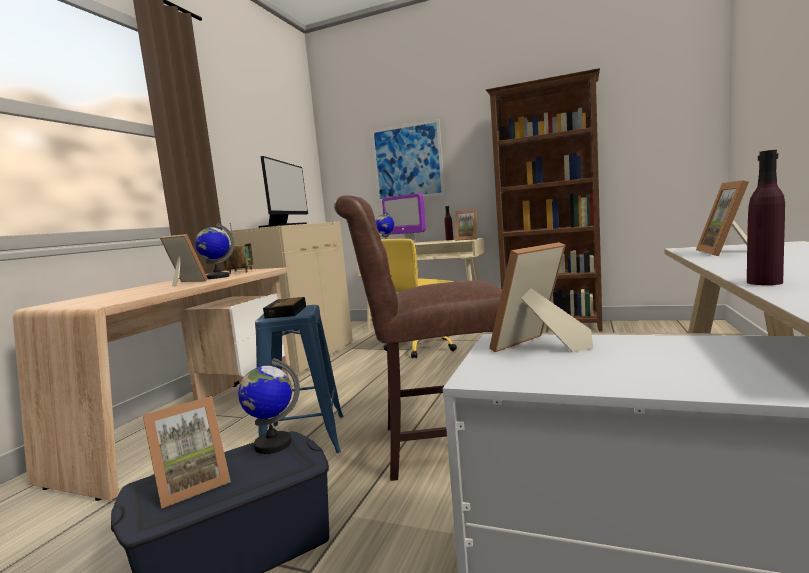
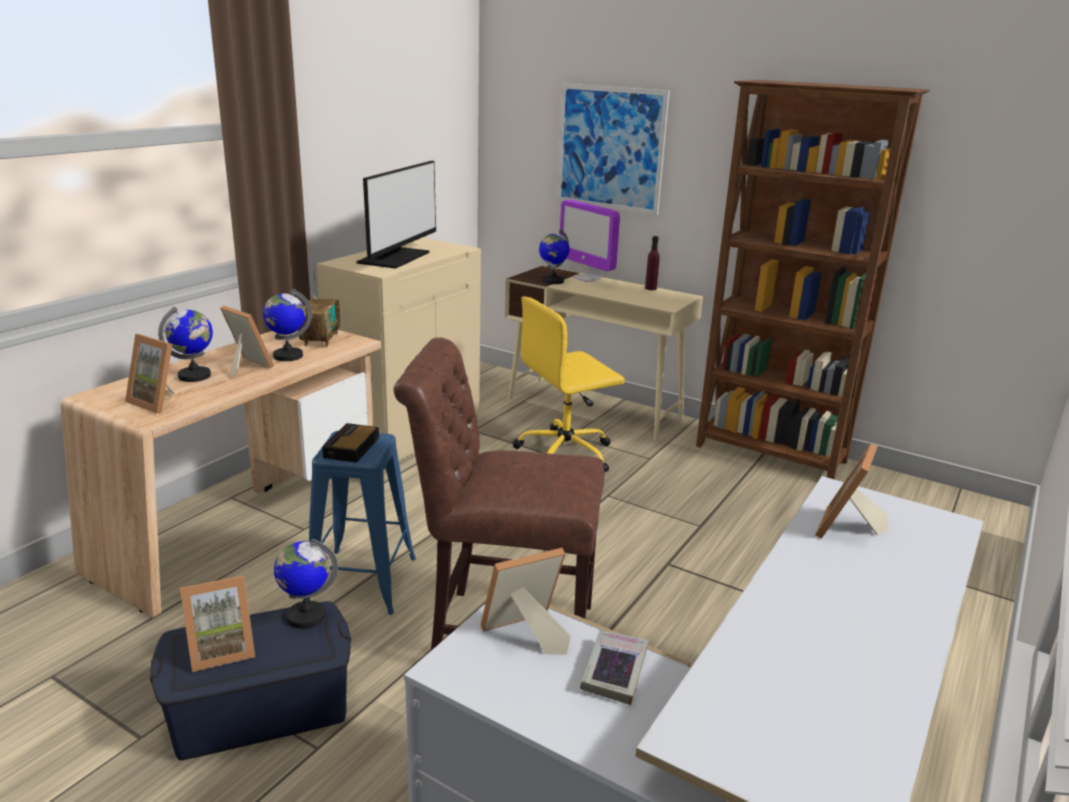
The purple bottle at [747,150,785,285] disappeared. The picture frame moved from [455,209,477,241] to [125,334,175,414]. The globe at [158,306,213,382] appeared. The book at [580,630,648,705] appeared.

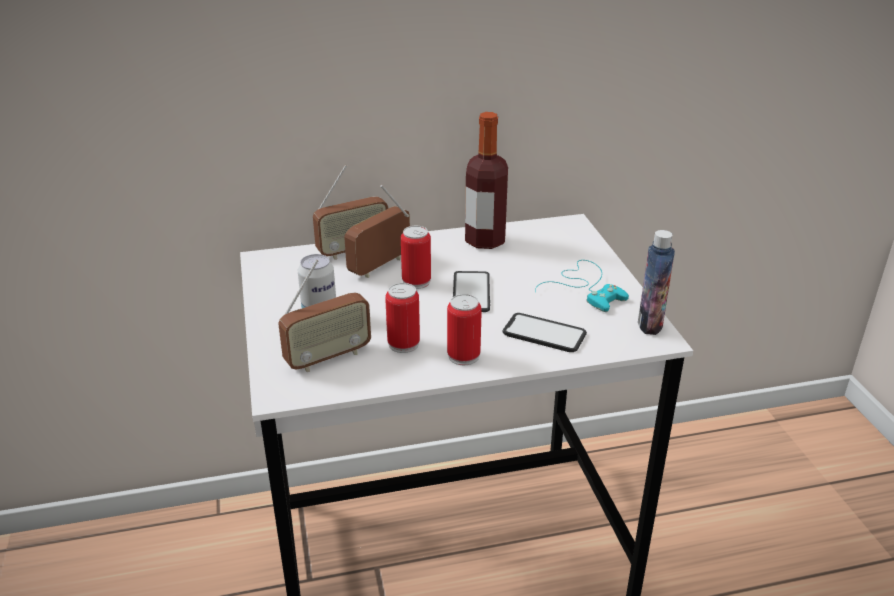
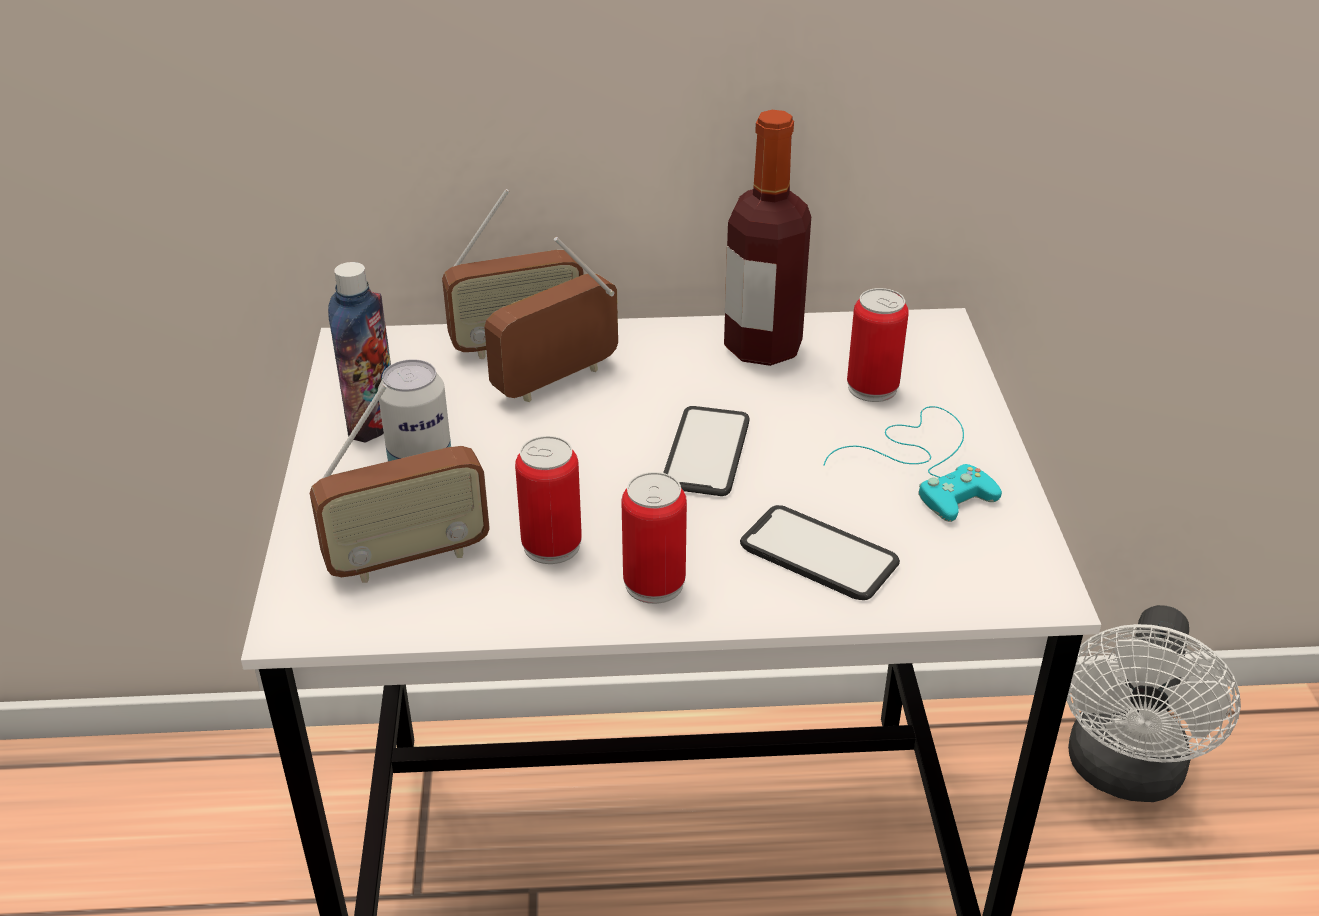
The can moved from [401,226,431,289] to [847,288,909,402]. The bottle moved from [638,230,675,335] to [328,262,391,443]. The white fan at [1066,605,1241,802] appeared.

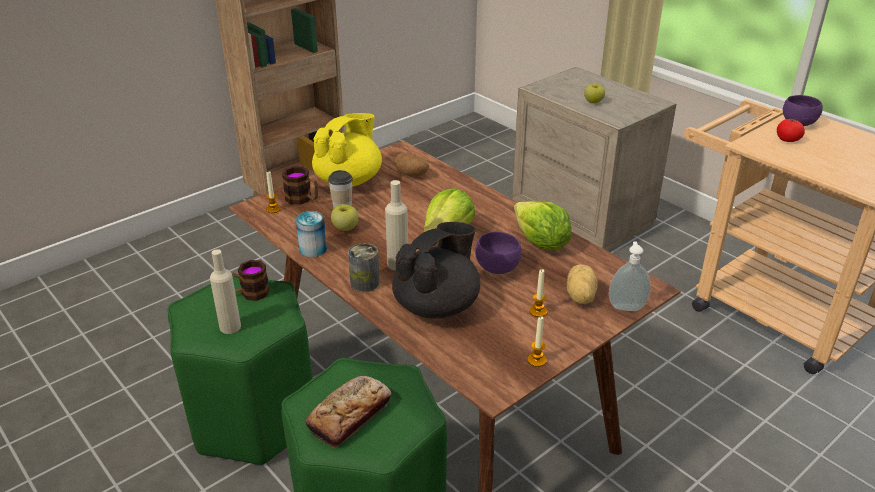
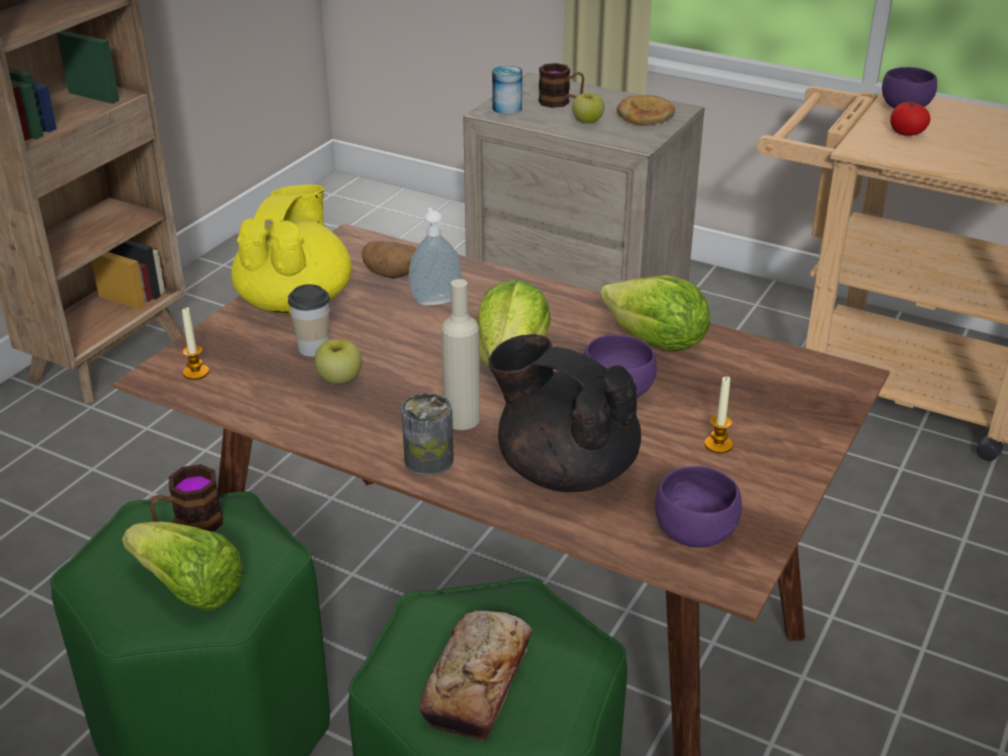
The mug moved from [282,166,318,205] to [538,63,584,108]. The can moved from [296,211,327,257] to [492,65,522,114]. The black teapot at [392,222,480,319] turned 75 degrees counterclockwise. The soap dispenser moved from [609,242,651,311] to [408,208,462,305]. The beige bottle at [210,249,241,334] was replaced by the lettuce at [122,522,244,611]. The potato at [567,265,598,304] disappeared. The candle at [527,316,547,367] disappeared. The bread at [616,95,675,126] appeared. The purple bowl at [655,466,742,548] appeared.

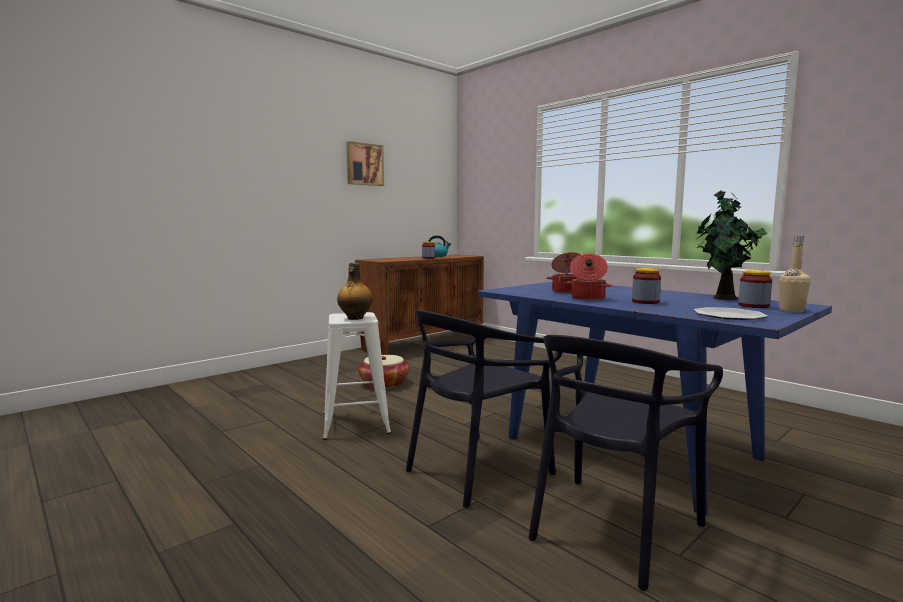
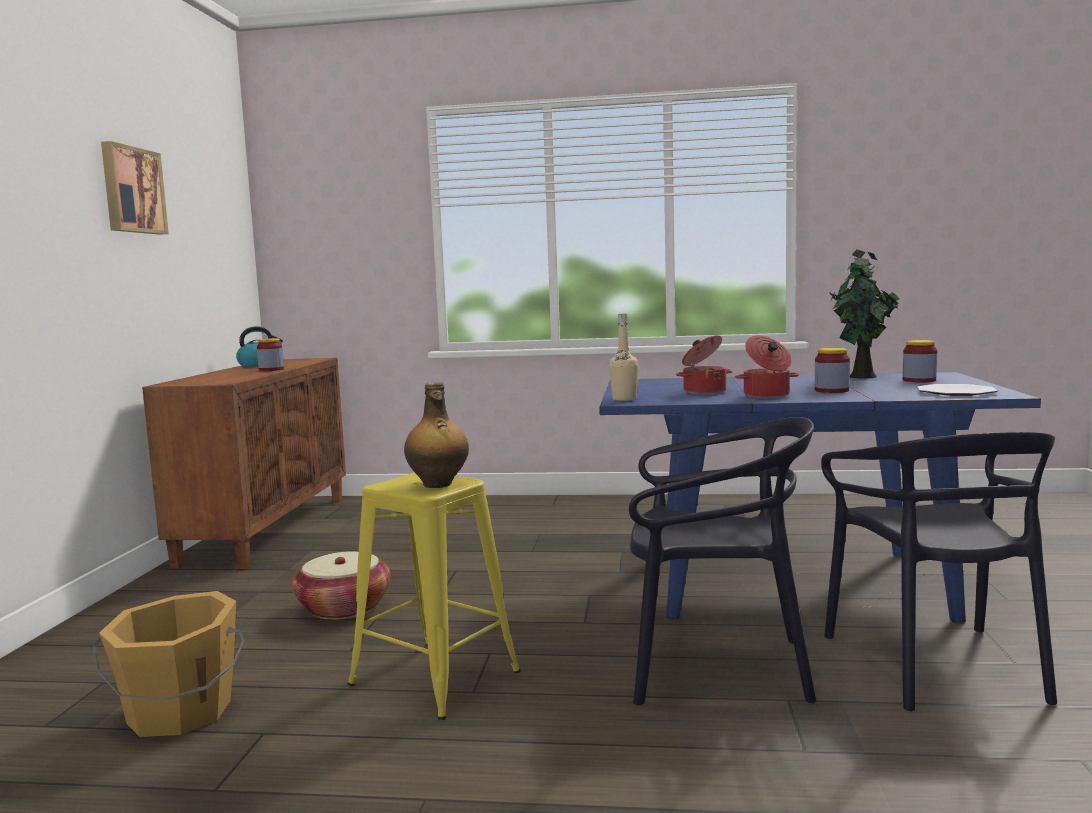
The beige bottle moved from [779,236,810,312] to [609,314,639,401]. The black chair at [406,310,563,508] turned 90 degrees counterclockwise. The white stool at [323,312,391,440] became the yellow stool at [348,472,521,720]. The orange bucket at [93,591,245,737] appeared.

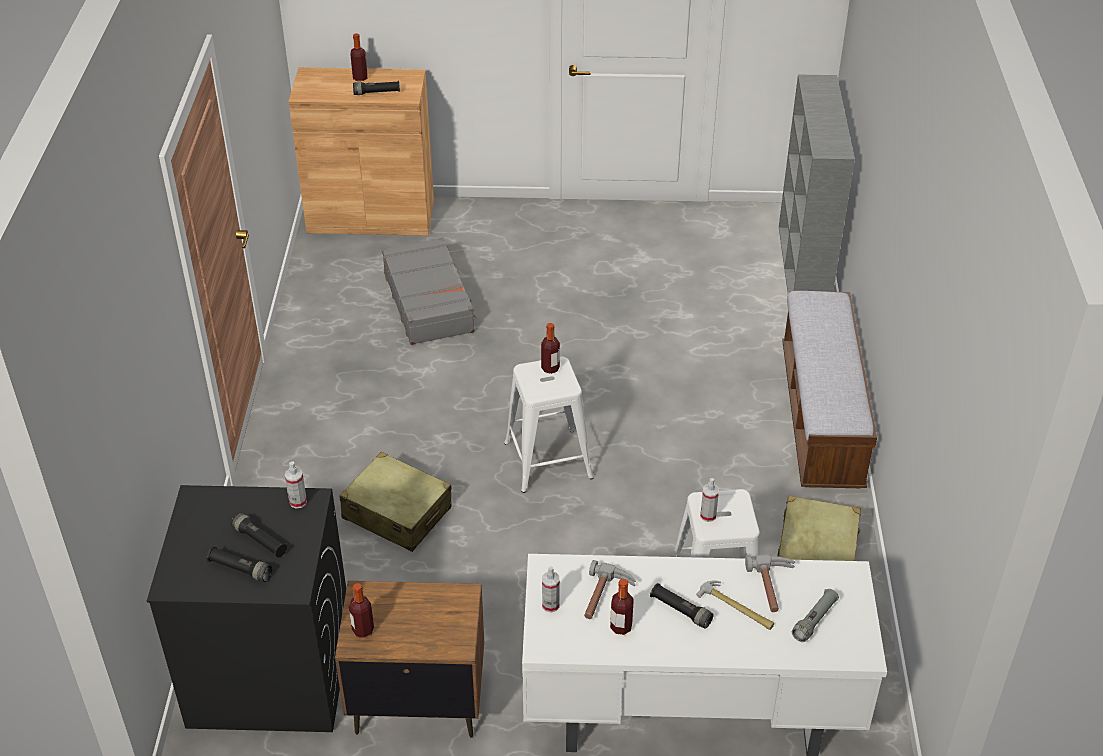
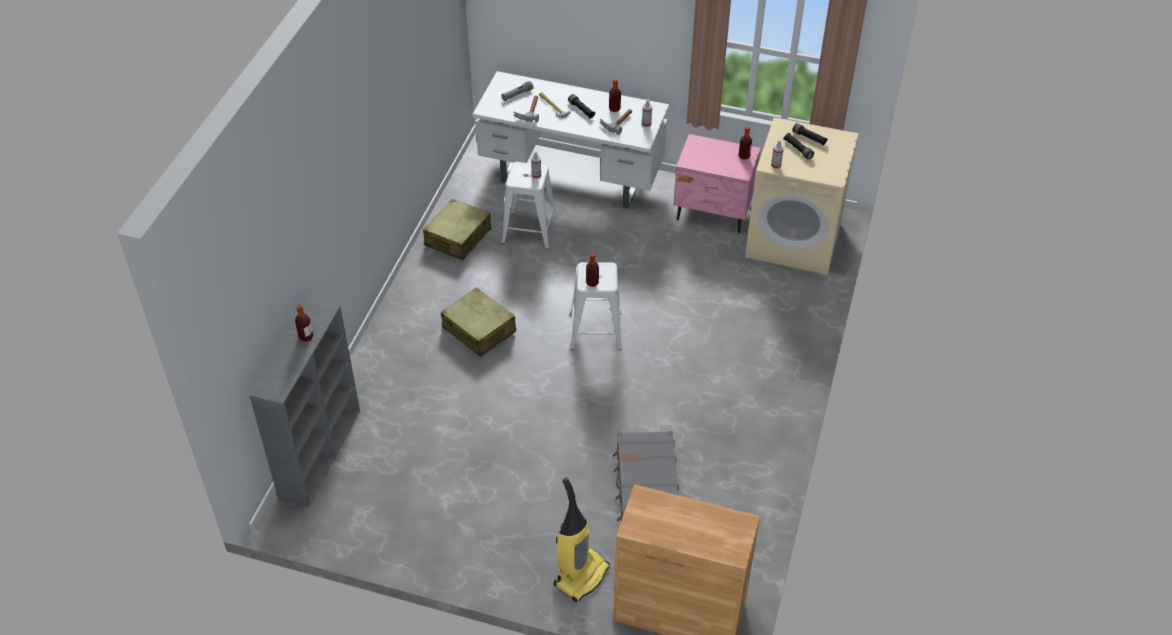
The bottle moved from [351,34,368,81] to [295,305,313,342]. The black flashlight at [353,81,400,95] disappeared. The bench at [782,291,877,488] disappeared. The beige suitcase moved from [340,452,451,552] to [441,287,516,357]. The black washing machine at [147,485,346,732] became the beige washing machine at [745,117,859,275]. The brown nightstand at [335,581,484,738] became the pink nightstand at [673,134,761,233]. The vacuum cleaner at [554,477,610,602] appeared.

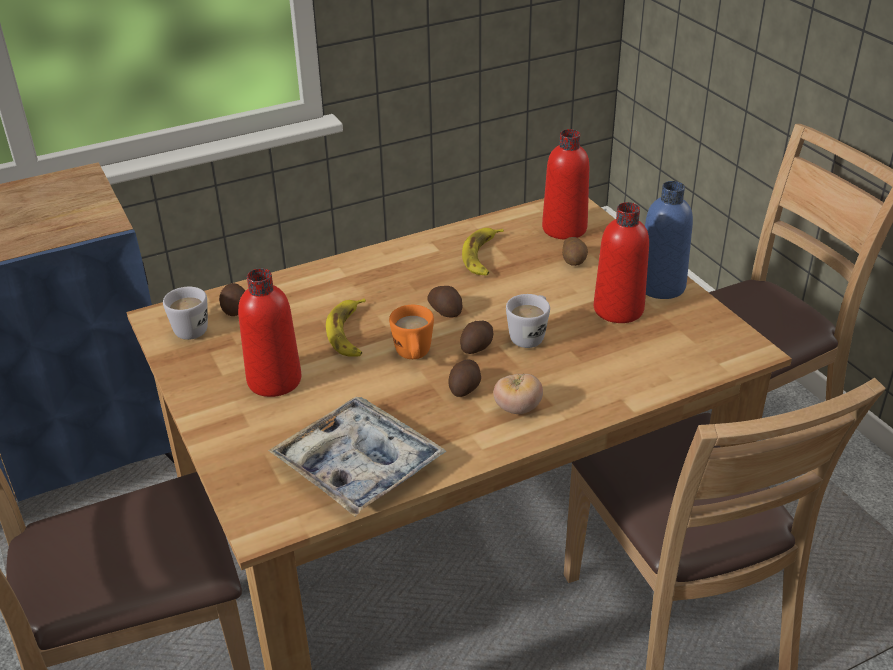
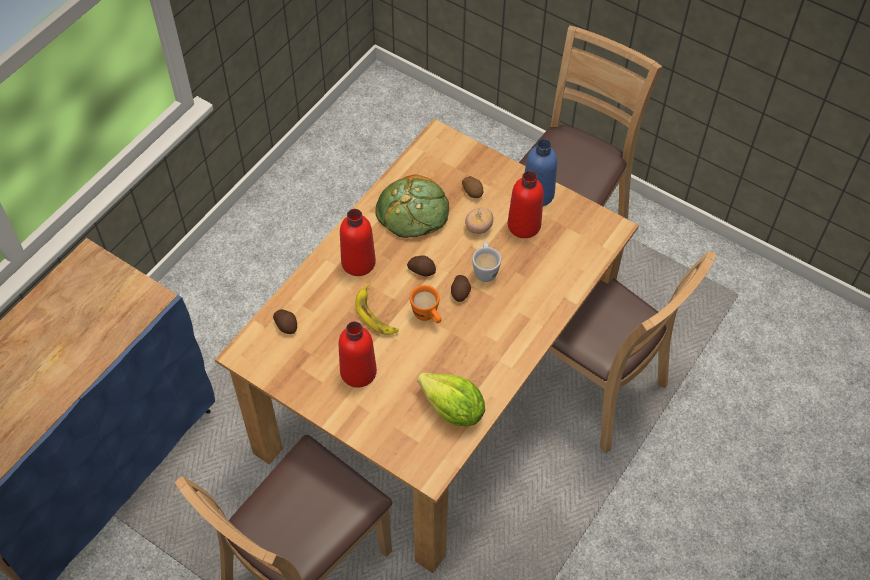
The red bottle moved from [542,129,589,240] to [340,209,376,276]. The banana at [462,228,504,276] was replaced by the bread at [375,174,449,238]. The white mug at [163,287,208,340] disappeared. The potato at [448,360,481,397] disappeared. The tomato moved from [493,373,543,414] to [465,208,493,234]. The tray at [268,397,447,517] was replaced by the lettuce at [417,372,485,426].

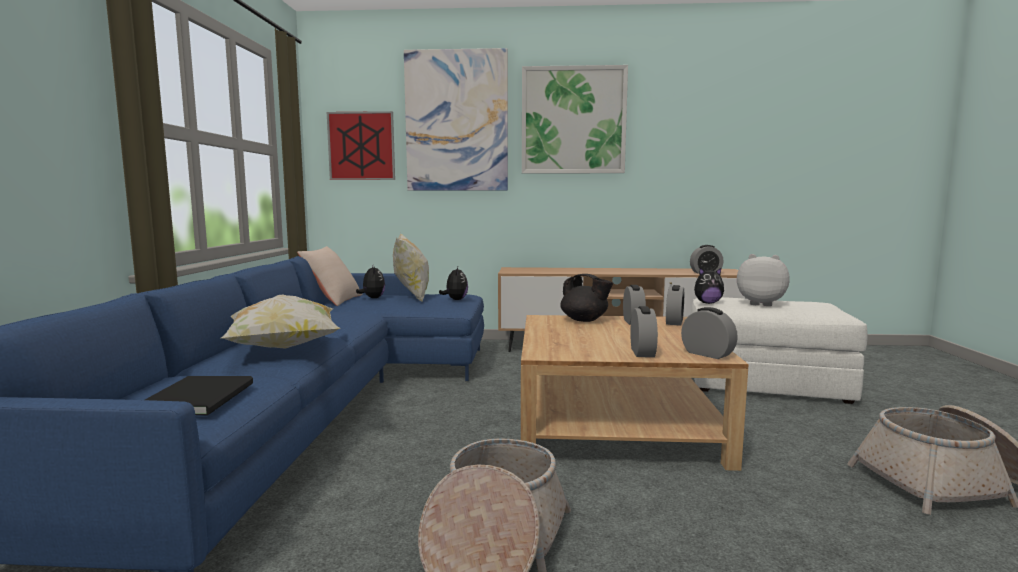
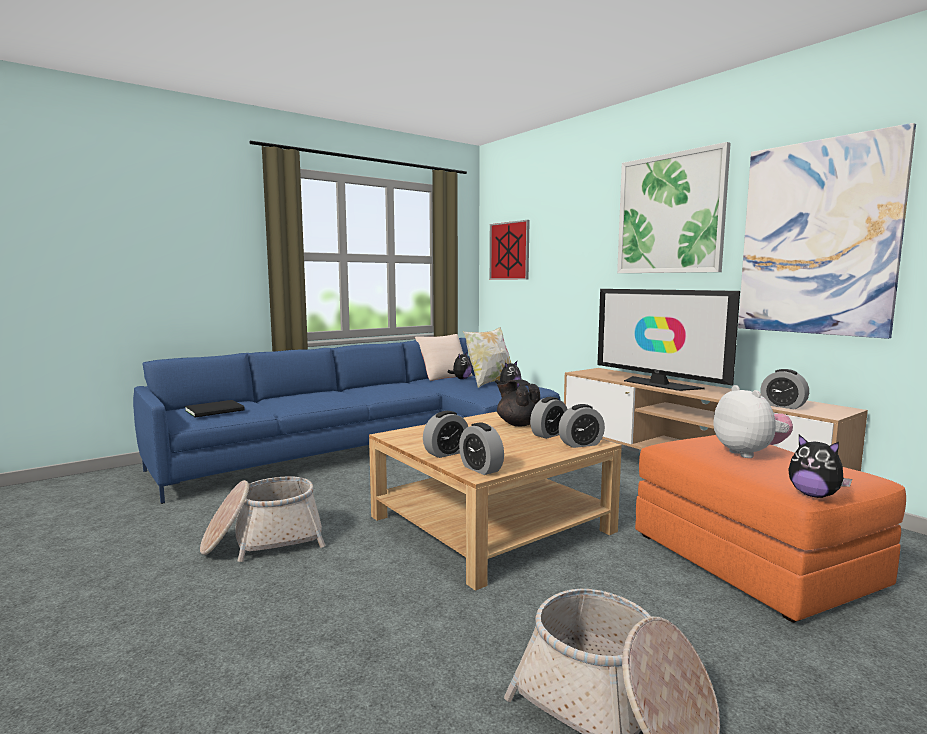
The picture moved from [404,48,508,191] to [738,123,916,339]. The plush toy moved from [694,268,724,304] to [788,435,852,498]. The black teapot at [560,274,613,322] turned 150 degrees clockwise. The pillow at [221,295,341,349] disappeared. The white ottoman at [691,297,868,404] became the orange ottoman at [635,435,906,623]. The alarm clock at [681,307,738,359] turned 135 degrees clockwise. The television at [597,289,740,391] appeared.

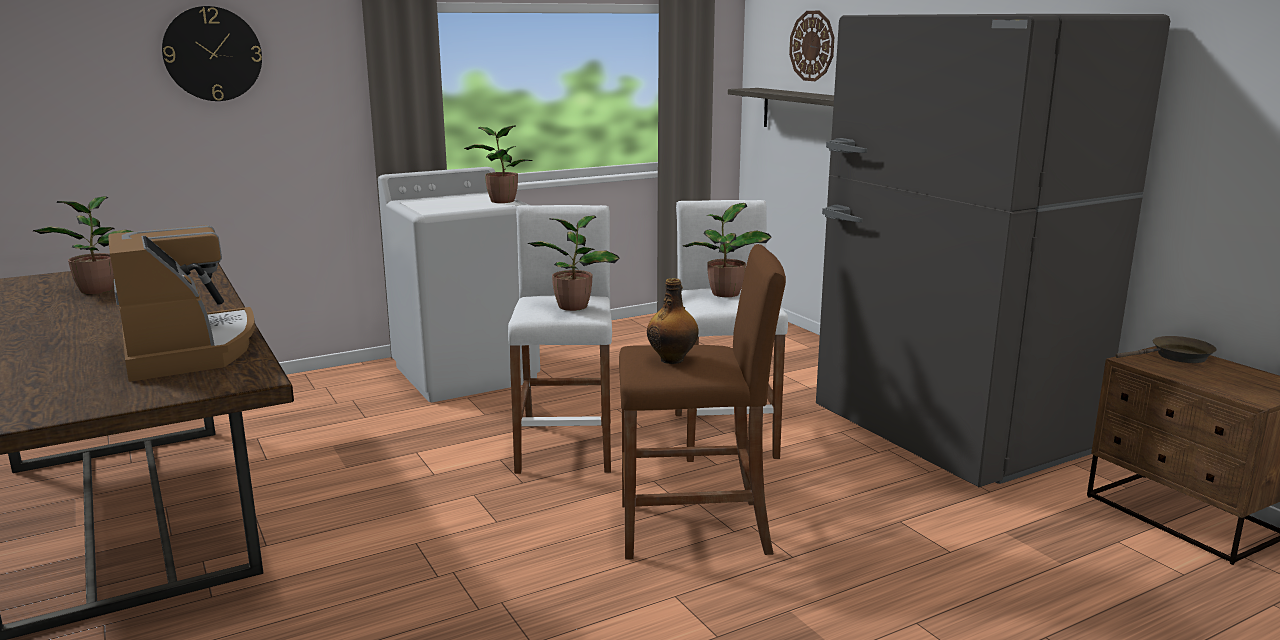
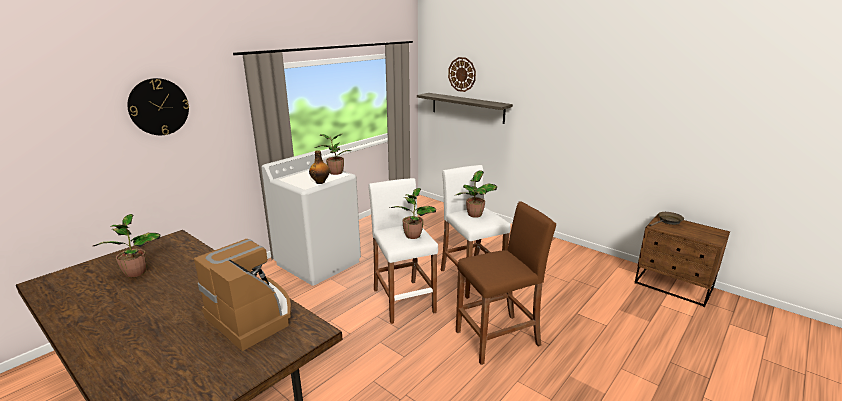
The grey fridge at [816,14,1170,487] disappeared. The bottle moved from [647,278,699,364] to [309,150,330,184].

